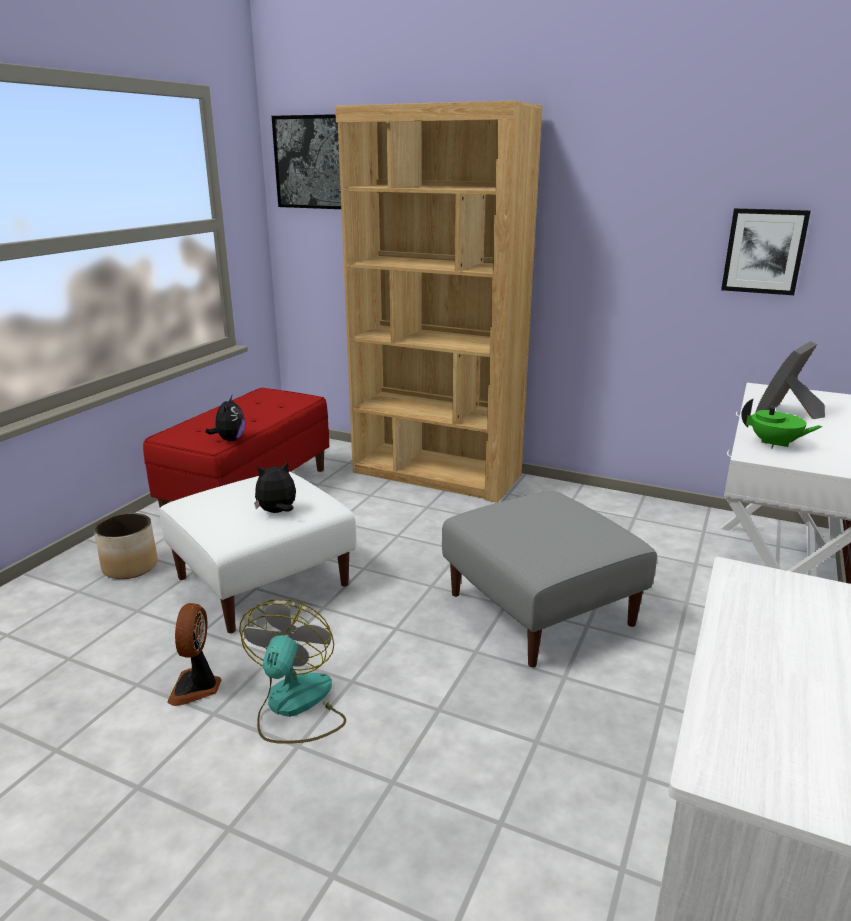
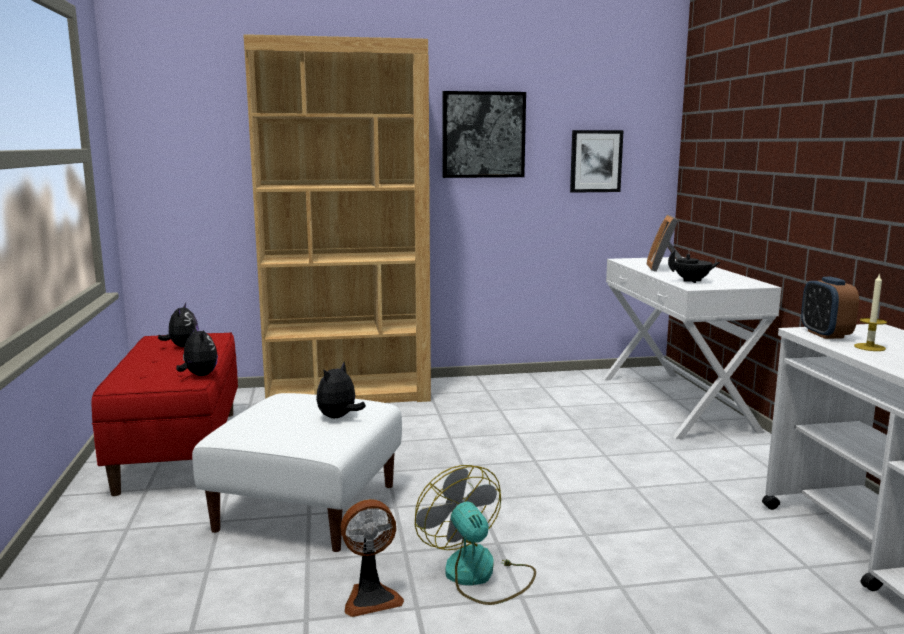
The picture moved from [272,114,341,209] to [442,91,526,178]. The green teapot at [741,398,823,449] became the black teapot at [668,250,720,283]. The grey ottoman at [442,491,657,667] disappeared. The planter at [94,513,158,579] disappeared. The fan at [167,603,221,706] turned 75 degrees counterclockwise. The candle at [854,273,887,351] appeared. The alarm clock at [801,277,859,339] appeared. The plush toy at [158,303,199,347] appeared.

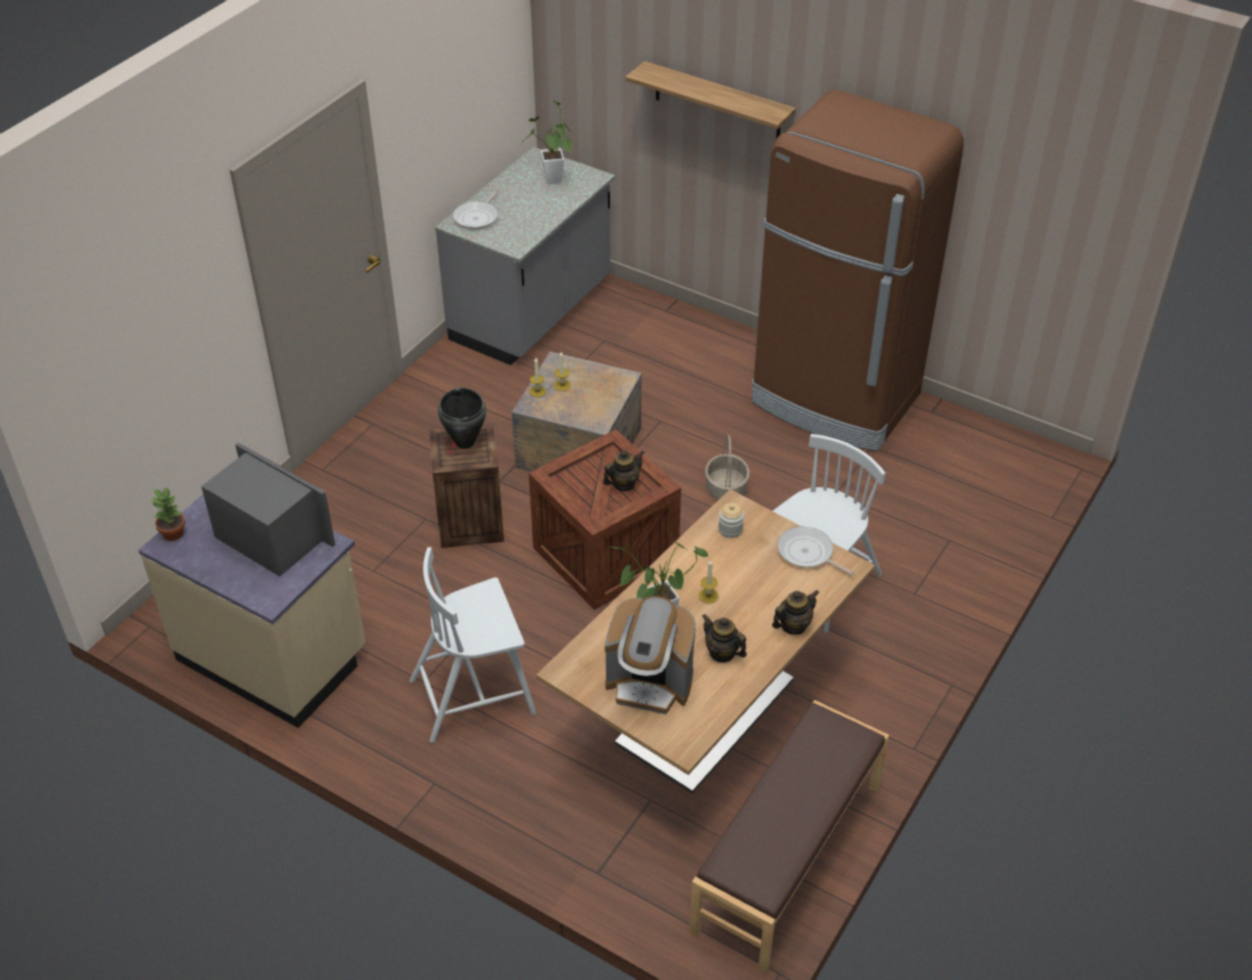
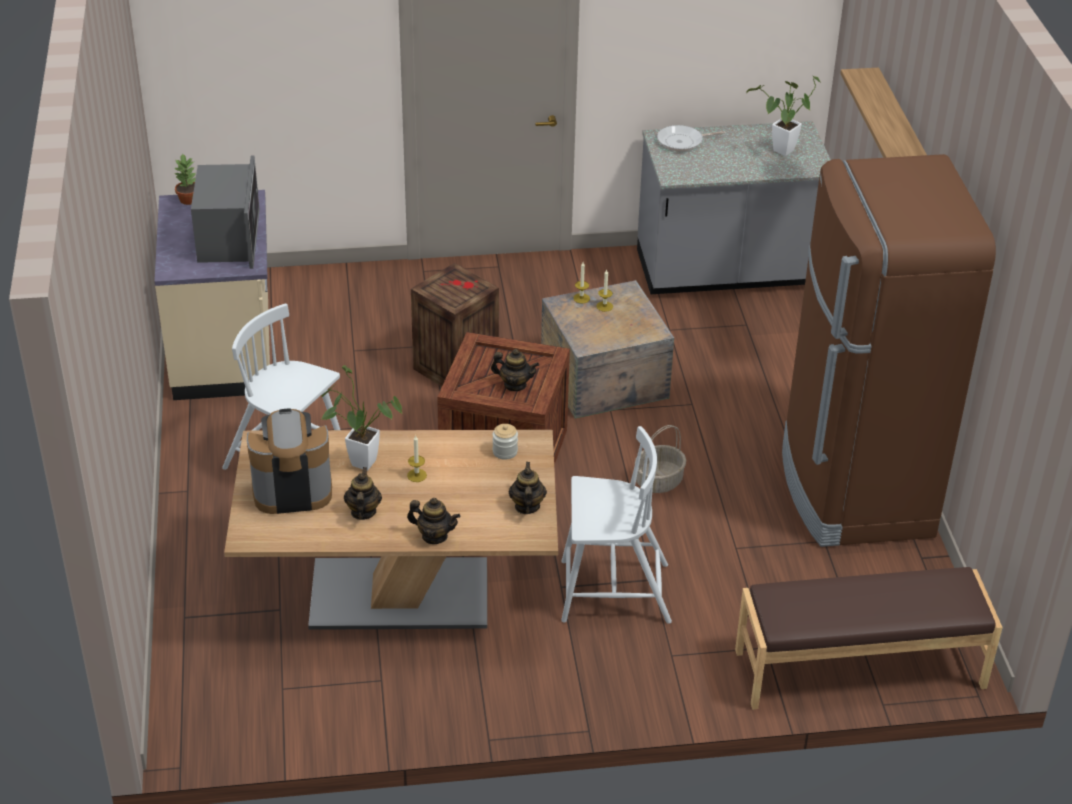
The black cooking pot at [438,388,486,449] disappeared. The frying pan at [778,526,856,576] was replaced by the teapot at [509,462,547,514]. The coffee machine at [605,596,696,714] turned 105 degrees clockwise. The brown bench moved from [689,700,889,975] to [735,567,1003,710].

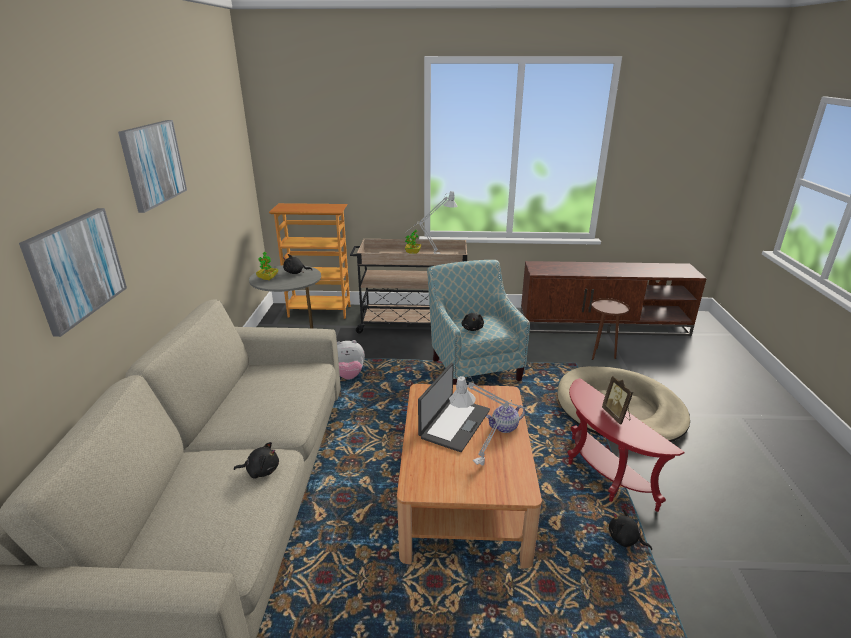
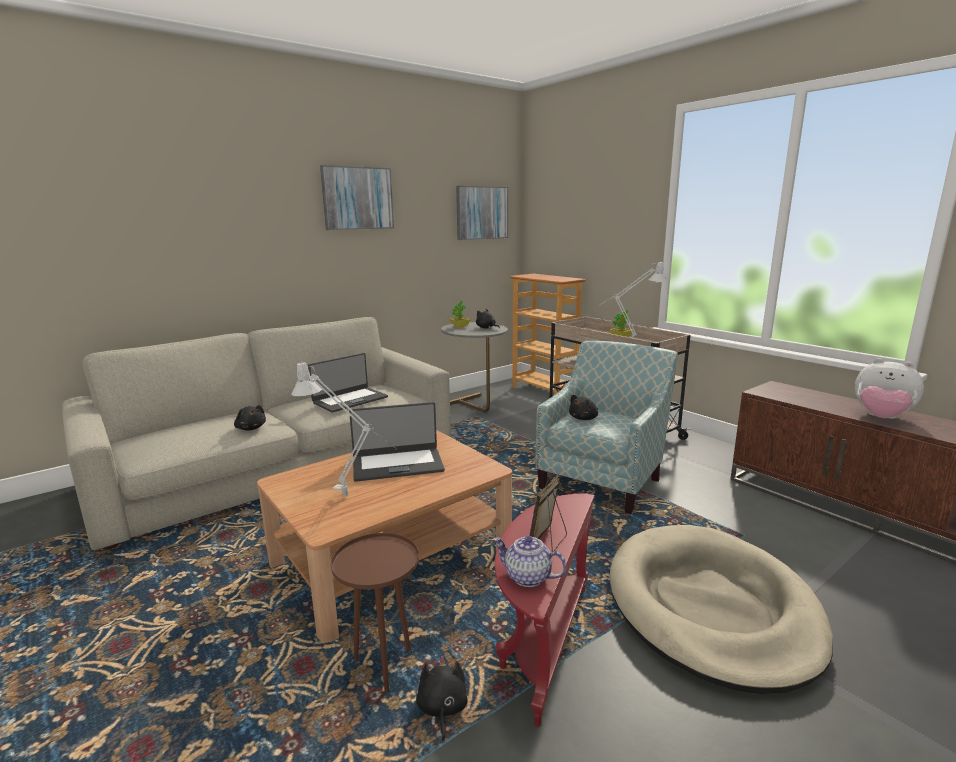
The picture moved from [19,208,127,337] to [456,186,508,240]. The brown side table moved from [591,298,629,360] to [331,533,419,693]. The plush toy moved from [337,340,365,380] to [855,358,924,419]. The teapot moved from [486,405,525,433] to [493,536,567,587]. The laptop at [308,353,388,413] appeared.

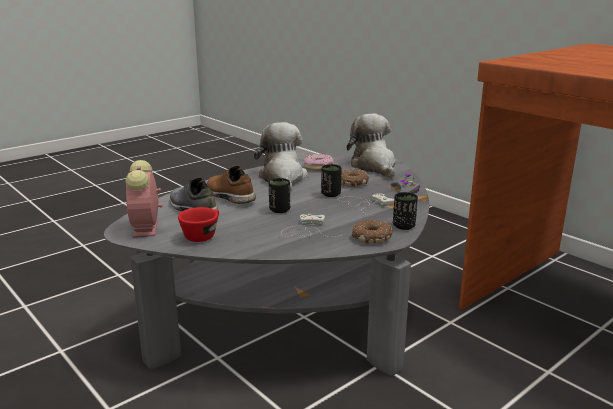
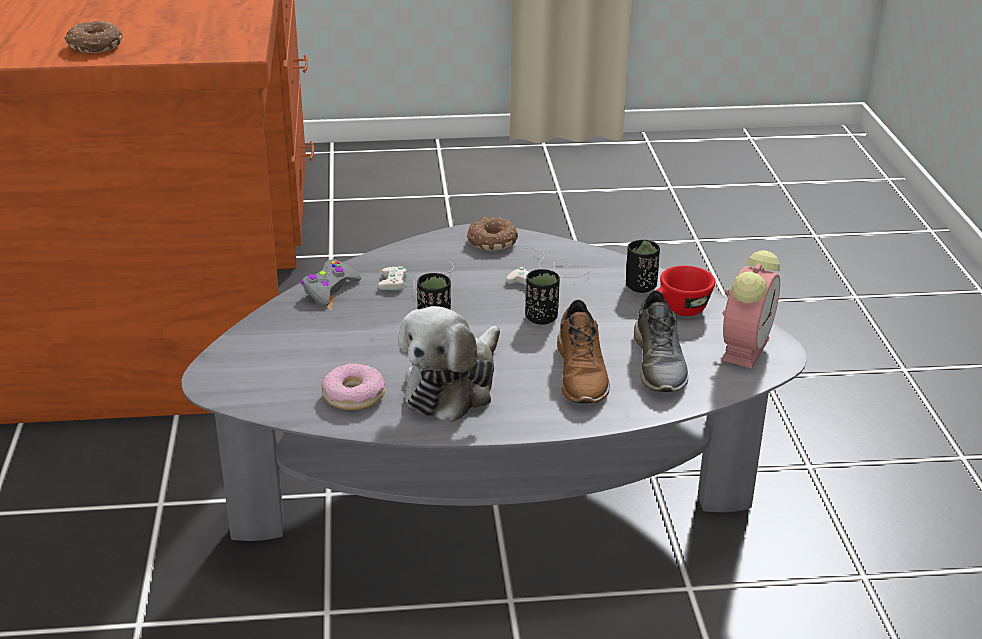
The plush toy at [347,113,396,178] disappeared. The donut moved from [341,169,369,187] to [64,21,122,53]. The black cup moved from [393,192,418,230] to [626,240,660,293].

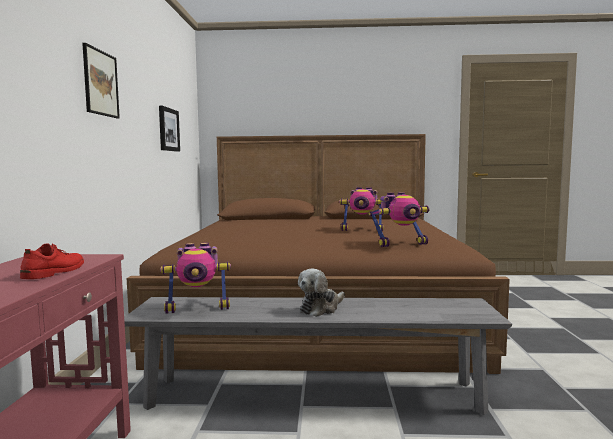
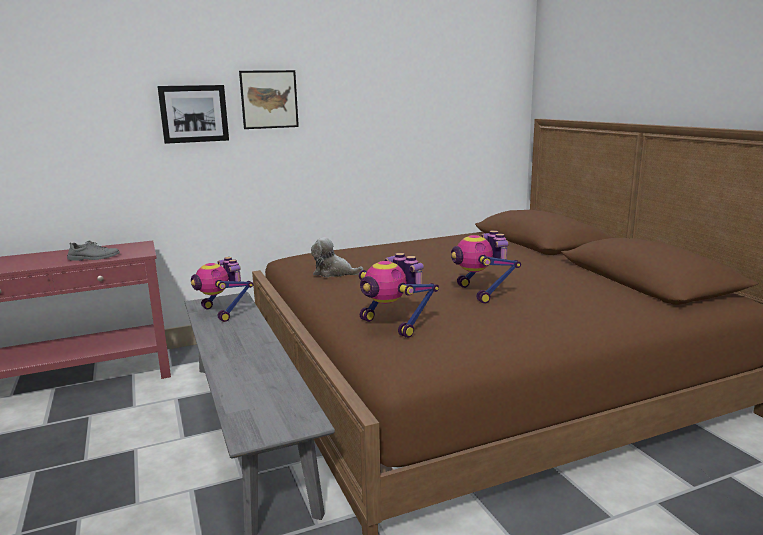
The picture moved from [159,106,180,152] to [157,85,229,144]. The red shoe at [20,243,84,279] became the grey shoe at [67,241,120,261]. The plush toy moved from [298,269,345,317] to [311,237,364,277].

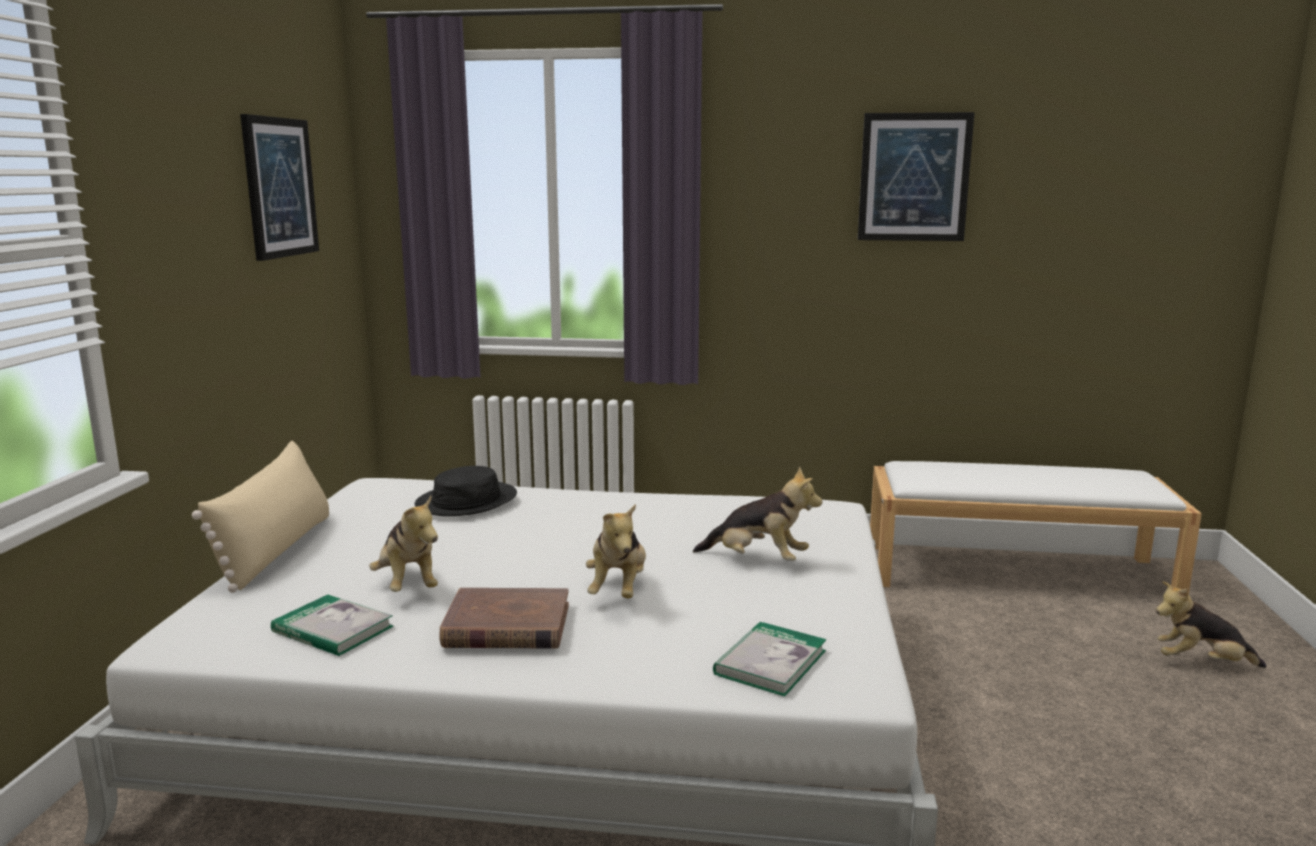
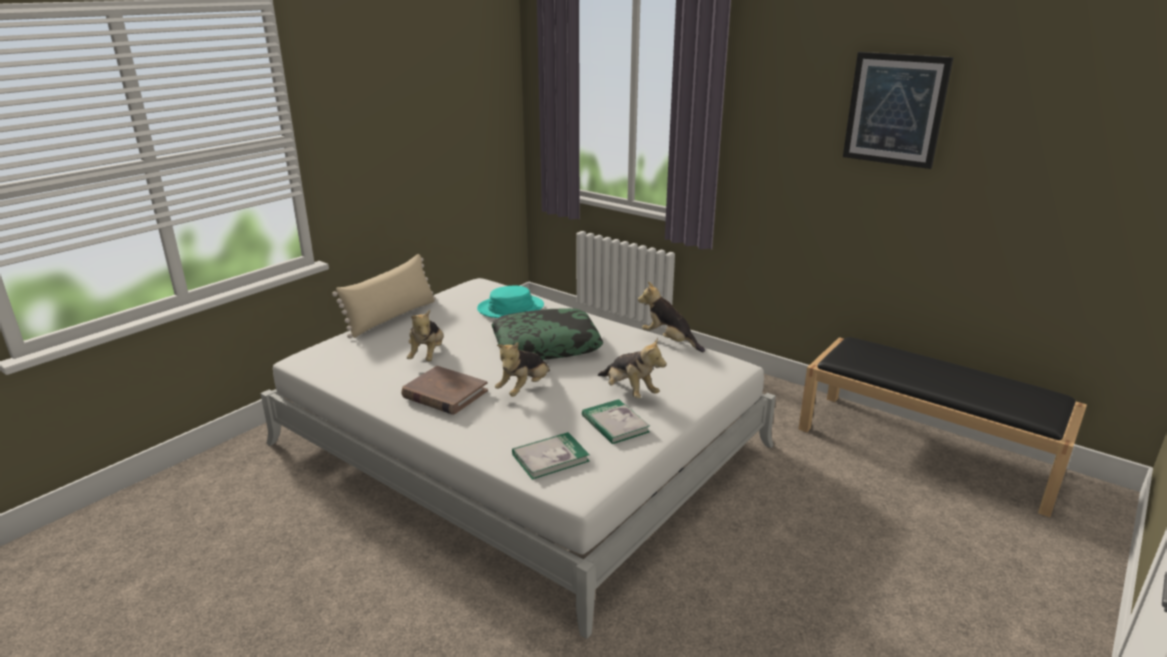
The picture at [240,114,319,261] disappeared. The white bench at [870,461,1202,594] became the black bench at [799,337,1087,517]. The black hat at [415,466,517,516] became the turquoise hat at [477,286,544,318]. The plush toy moved from [1156,581,1267,668] to [638,282,705,352]. The book moved from [271,595,393,656] to [582,399,650,444]. The pillow at [492,308,603,360] appeared.

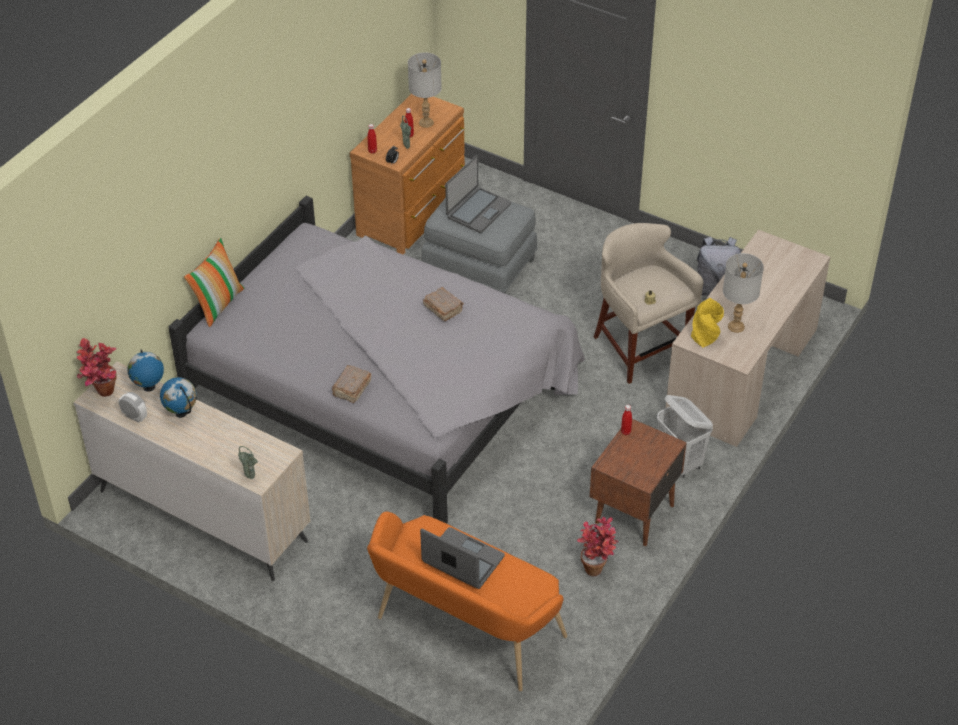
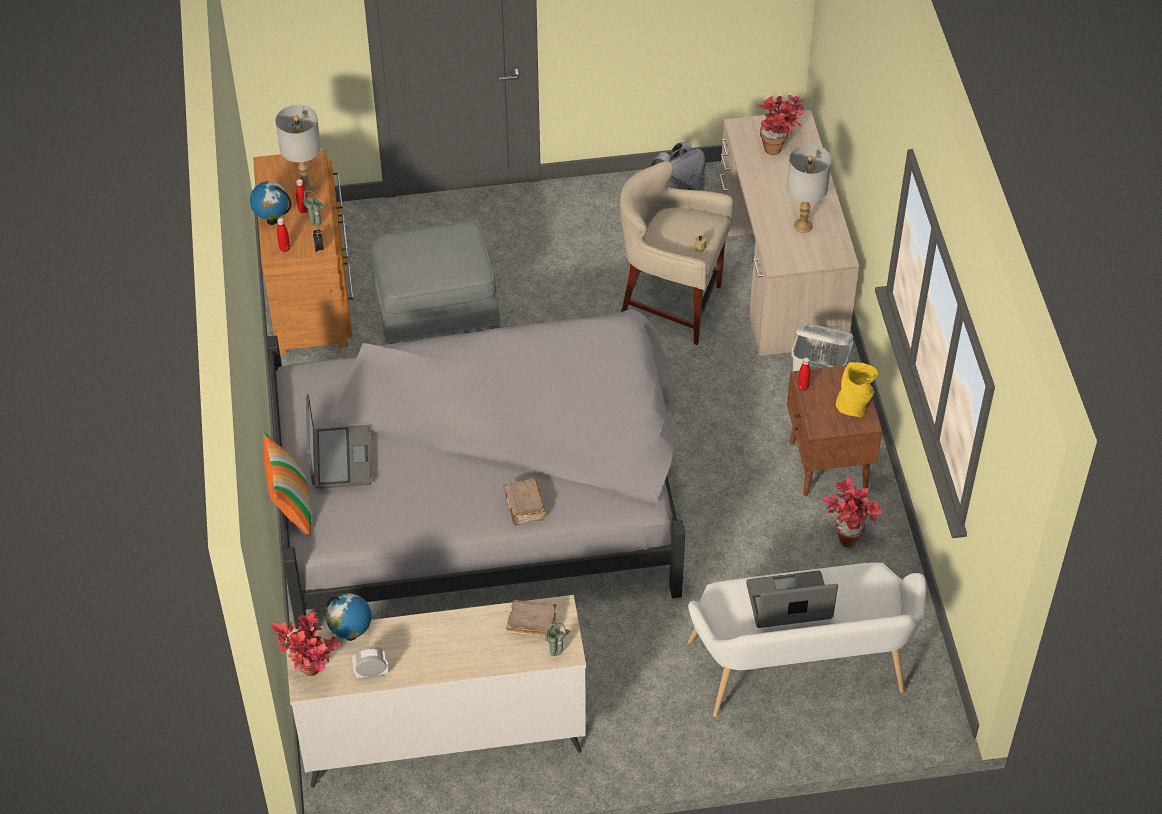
The laptop moved from [445,155,511,233] to [306,394,371,489]. The brown book moved from [423,287,464,321] to [506,600,556,639]. The yellow vase moved from [691,298,724,348] to [836,362,878,417]. The globe moved from [160,377,197,418] to [250,181,291,225]. The orange bench at [367,512,567,691] became the white bench at [688,562,926,717]. The potted plant at [756,95,804,155] appeared.

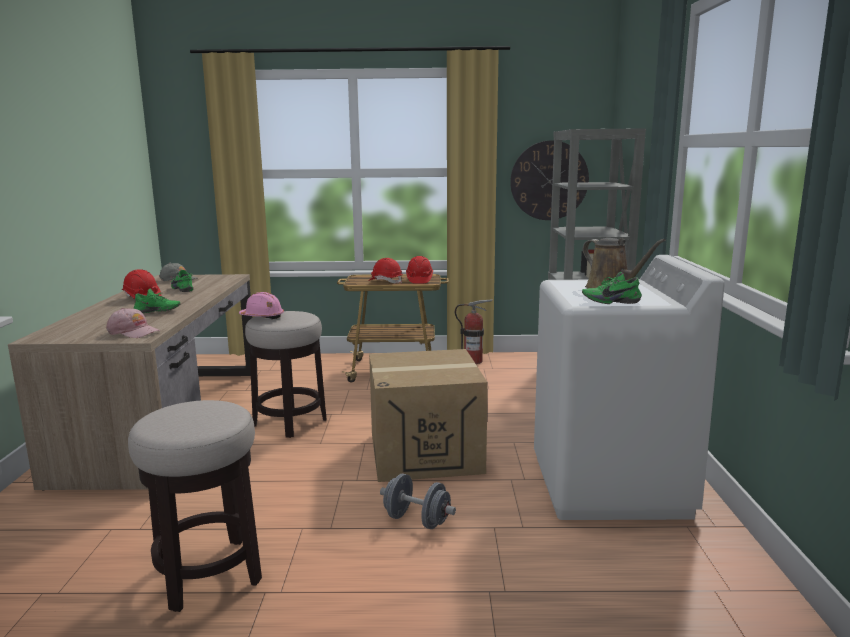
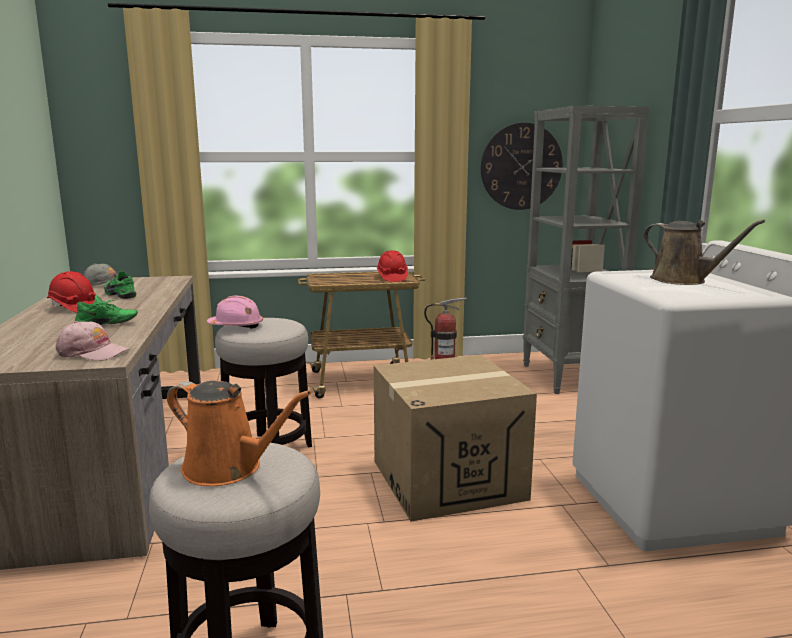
The red hard hat at [368,258,403,284] disappeared. The green shoe at [582,272,642,304] disappeared. The grey dumbbell at [380,473,456,529] disappeared. The orange watering can at [167,381,311,486] appeared.

